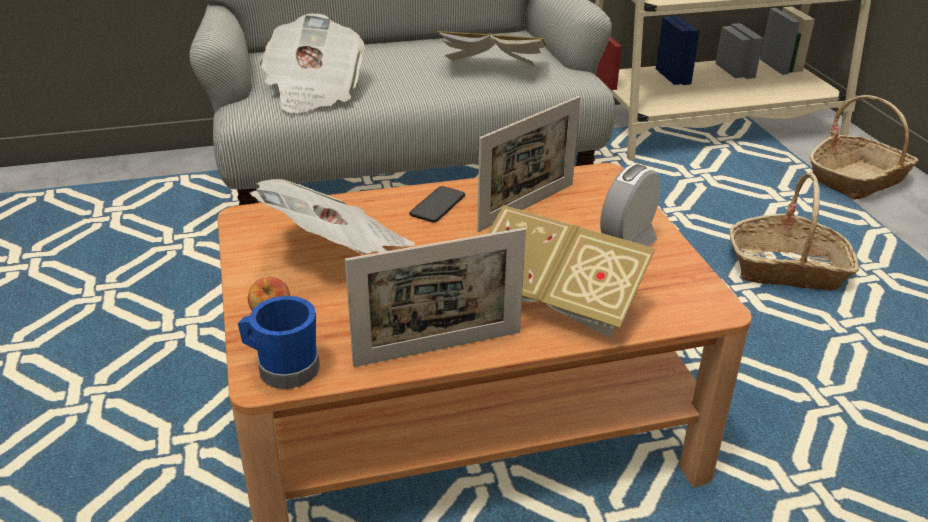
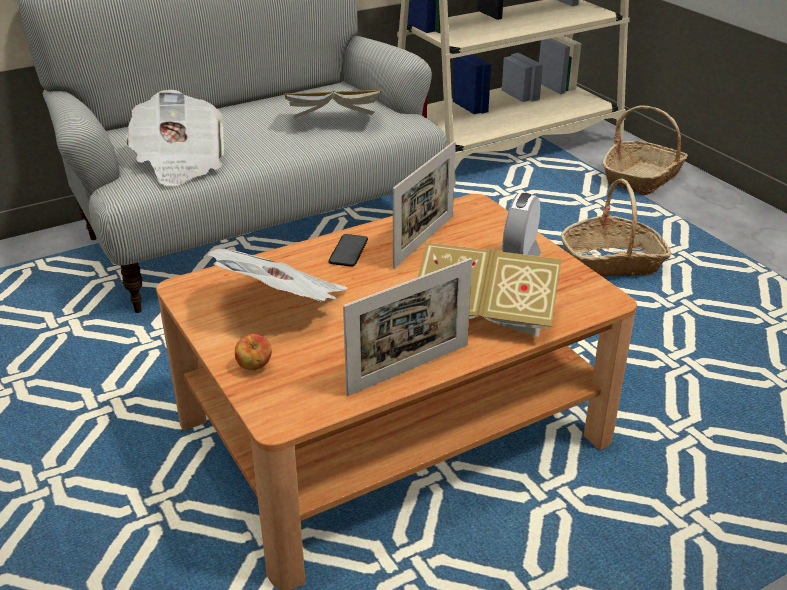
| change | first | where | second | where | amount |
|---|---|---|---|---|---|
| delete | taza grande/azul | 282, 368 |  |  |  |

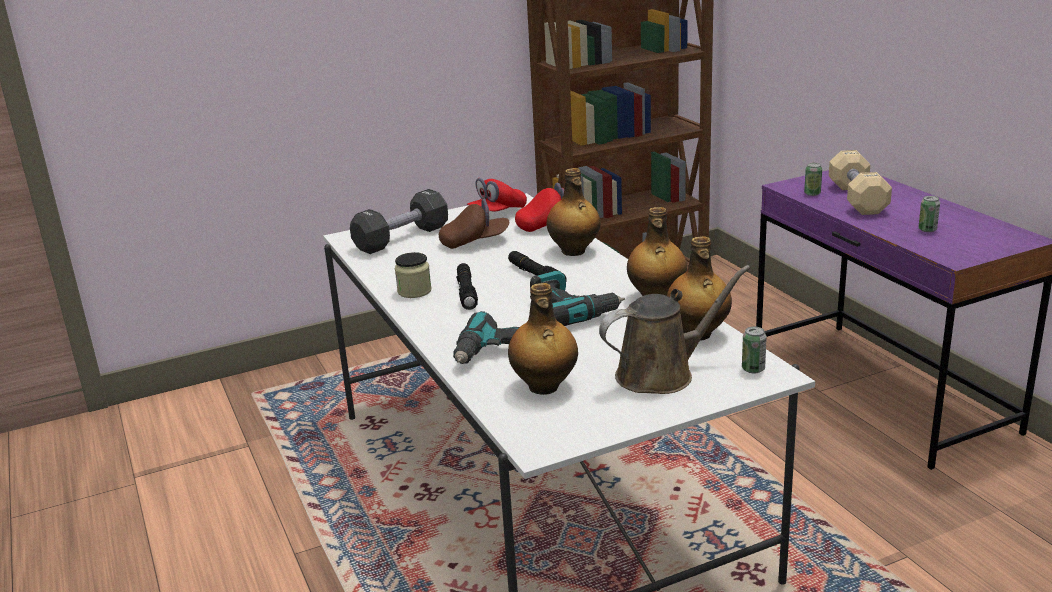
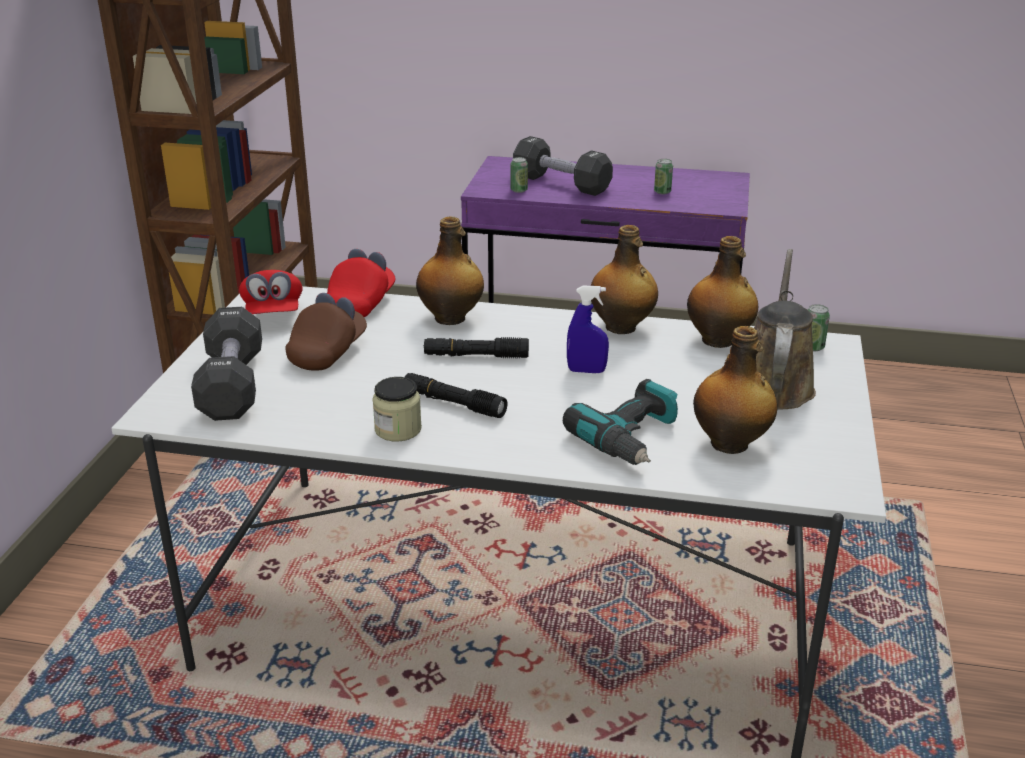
| change | first | where | second | where | amount |
|---|---|---|---|---|---|
| replace | taladro | 571, 310 | pulverizador/azul | 586, 371 |  |
| recolor | mancuerna/beis | 857, 199 | mancuerna/negro | 561, 183 |  |

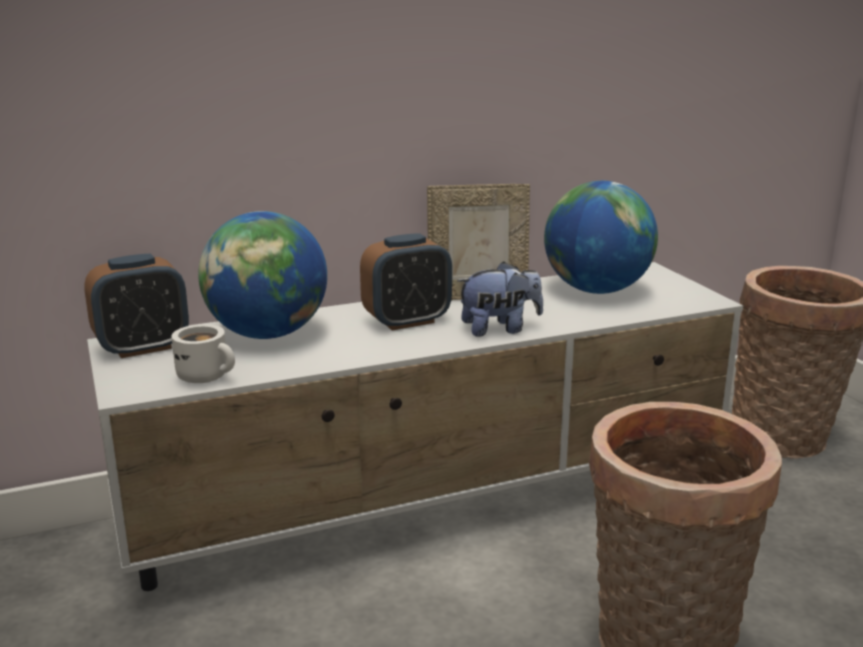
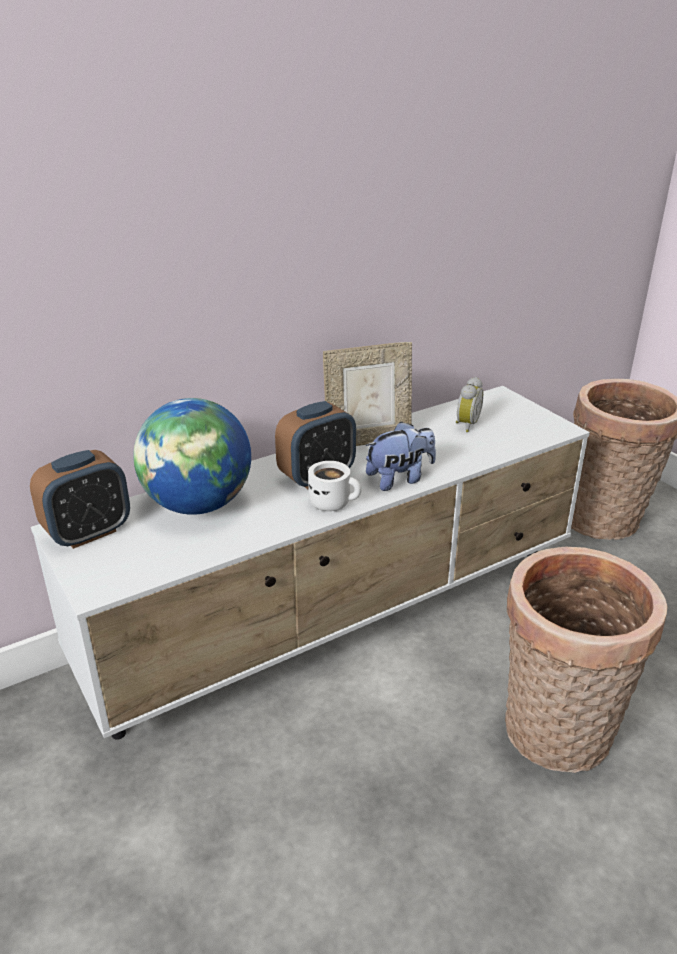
| change | first | where | second | where | amount |
|---|---|---|---|---|---|
| move | taza grande/blanco | 208, 376 |  | 333, 502 |  |
| replace | globo terráqueo | 596, 290 | despertador | 465, 425 |  |

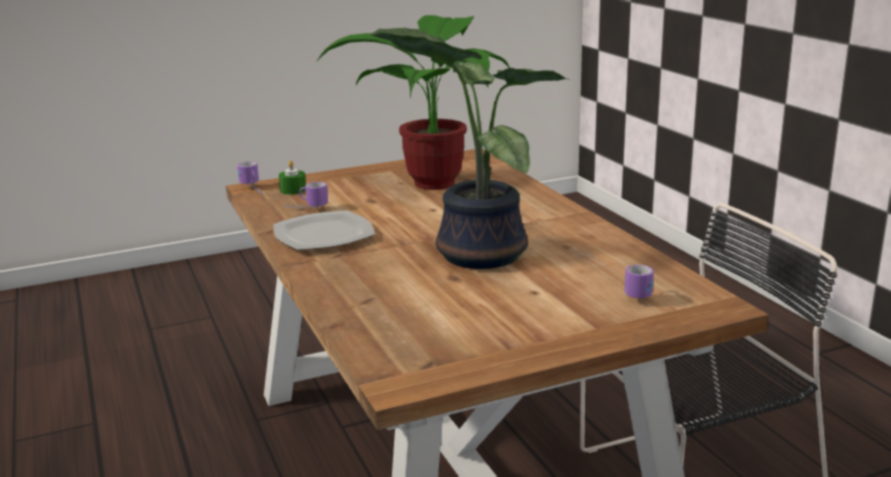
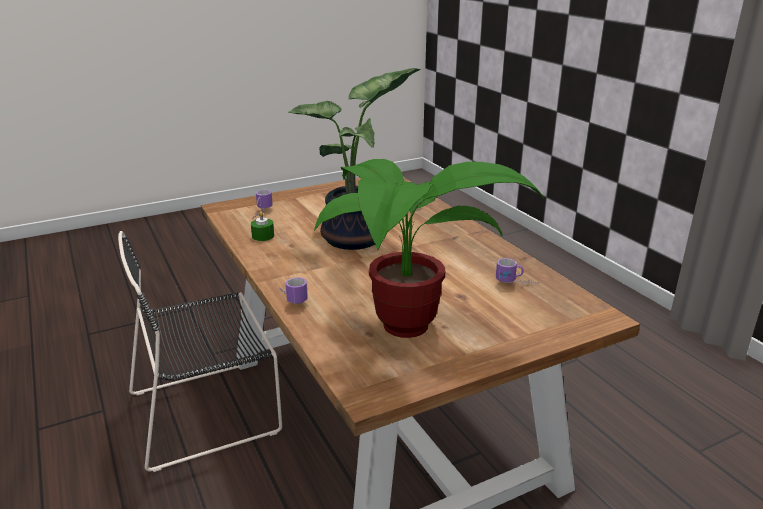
| change | first | where | second | where | amount |
|---|---|---|---|---|---|
| delete | plato | 323, 235 |  |  |  |
| move | taza grande | 254, 190 |  | 291, 299 |  |
| move | vela/verde | 293, 190 |  | 263, 236 |  |

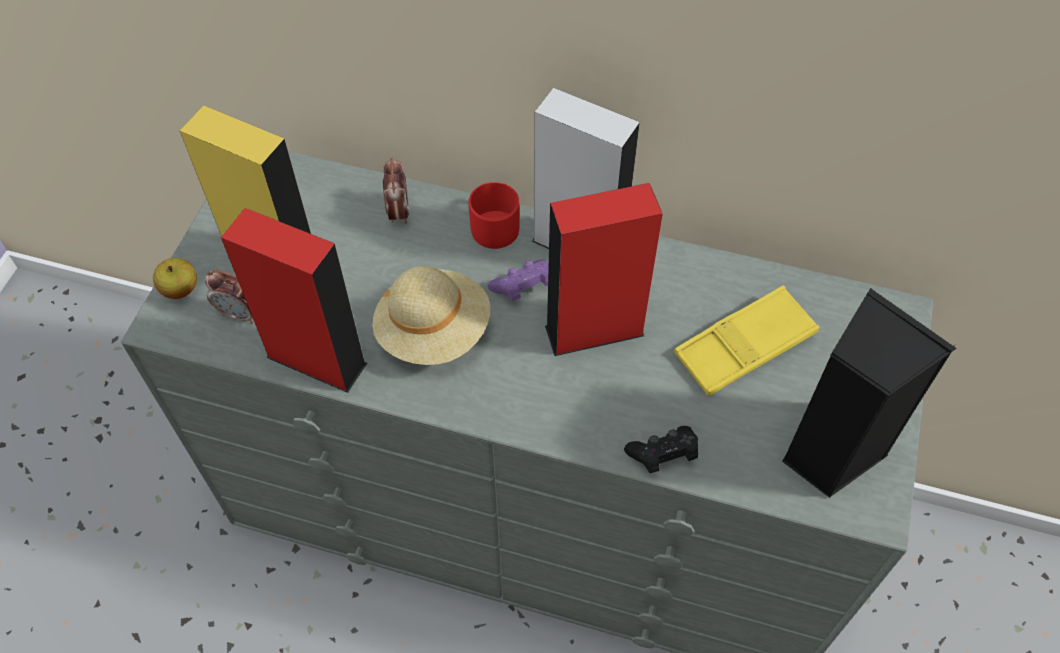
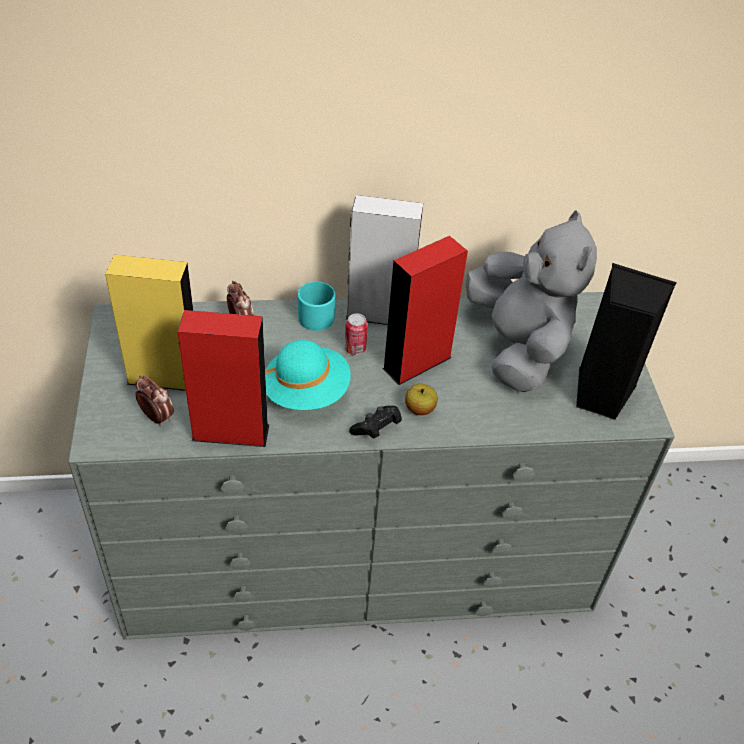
| change | first | where | second | where | amount |
|---|---|---|---|---|---|
| move | manzana | 180, 289 |  | 419, 409 |  |
| move | mando de consola/negro | 662, 455 |  | 376, 429 |  |
| replace | mando de consola/morado | 523, 287 | lata | 355, 349 |  |
| replace | bandeja/amarillo | 744, 346 | peluche/gris | 518, 347 |  |
| recolor | sombrero/beis | 434, 331 | sombrero/turquesa | 307, 392 |  |
| recolor | taza grande/rojo | 493, 224 | taza grande/turquesa | 313, 315 |  |
| rotate | despertador | 241, 313 |  | 157, 417 | 135 degrees counterclockwise |

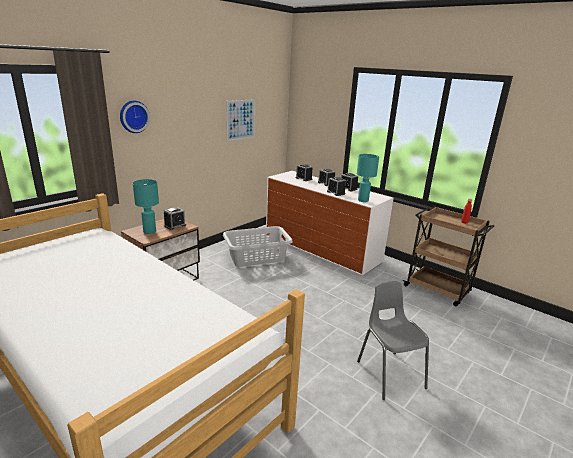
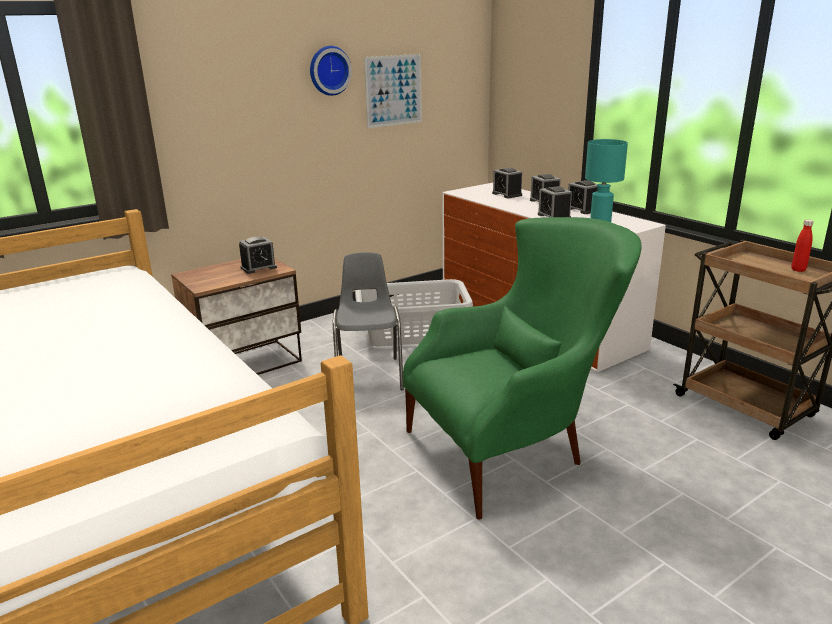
| change | first | where | second | where | amount |
|---|---|---|---|---|---|
| delete | lámpara de mesa/turquesa | 150, 231 |  |  |  |
| insert |  |  | sillón/verde | 516, 447 |  |
| move | reloj de pared | 133, 116 |  | 329, 70 |  |
| move | silla/gris | 389, 373 |  | 369, 374 |  |

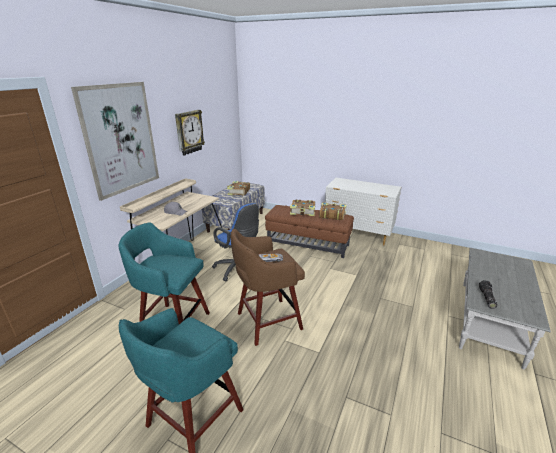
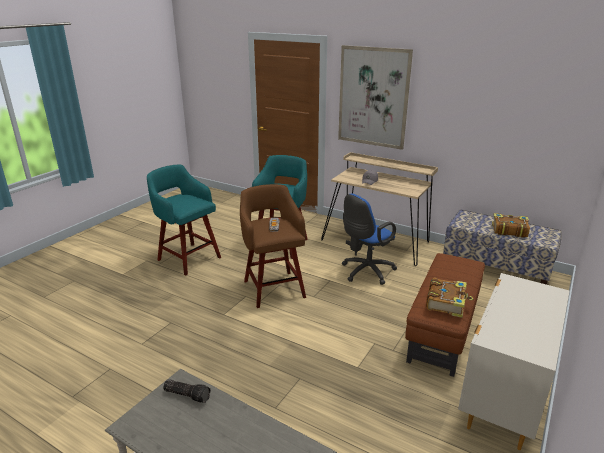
| change | first | where | second | where | amount |
|---|---|---|---|---|---|
| delete | reloj de pared | 189, 132 |  |  |  |
| delete | libro | 303, 212 |  |  |  |

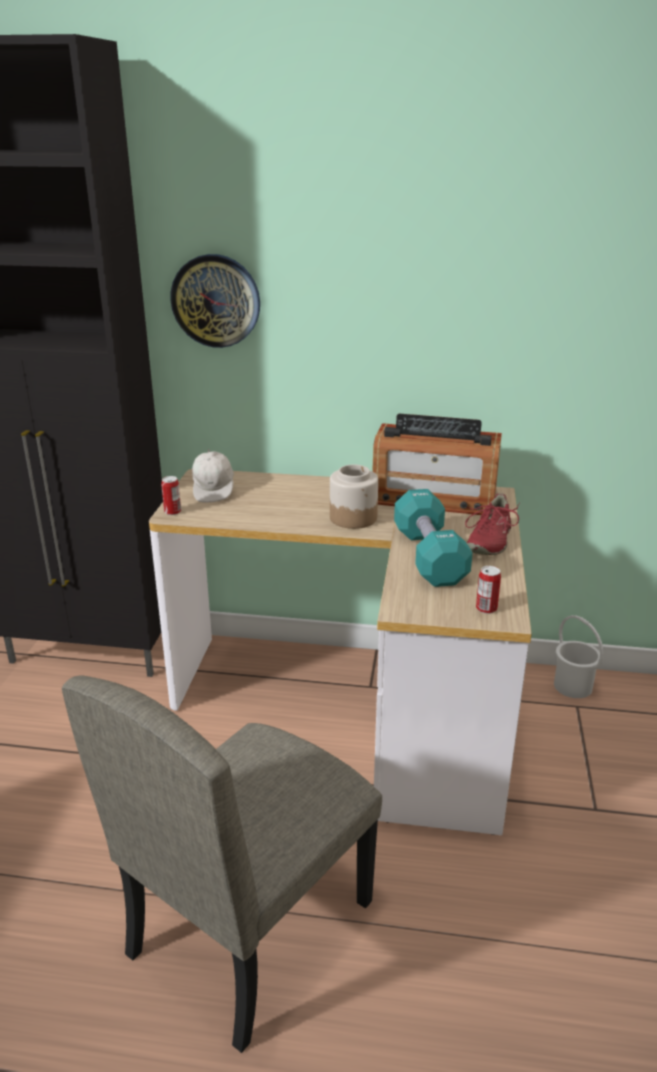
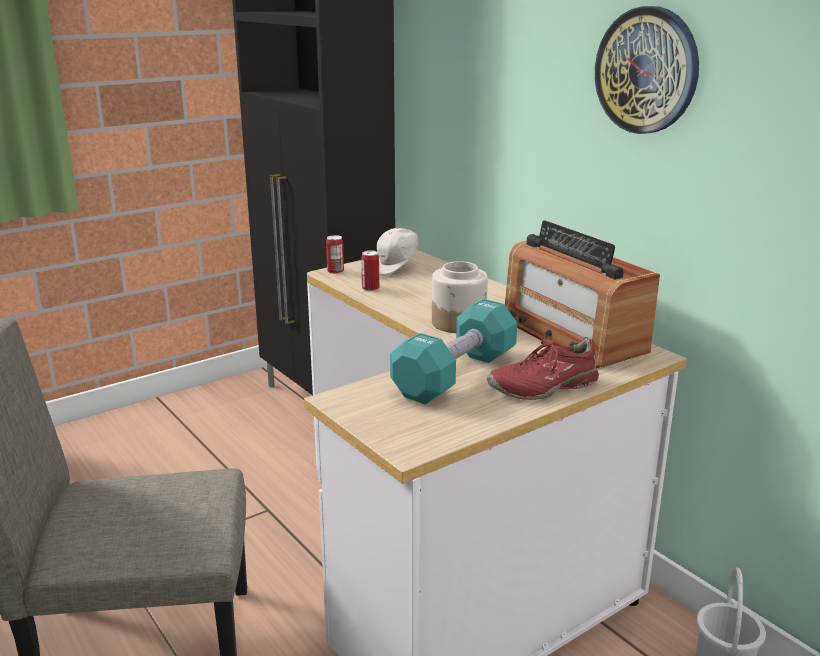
| change | first | where | second | where | amount |
|---|---|---|---|---|---|
| move | reloj de pared | 216, 301 |  | 647, 71 |  |
| move | lata | 486, 608 |  | 370, 288 |  |

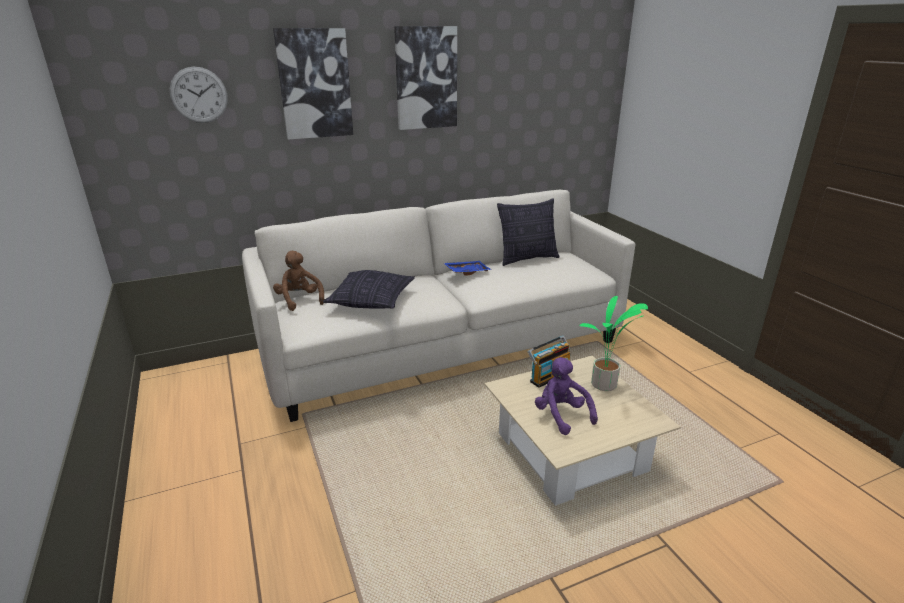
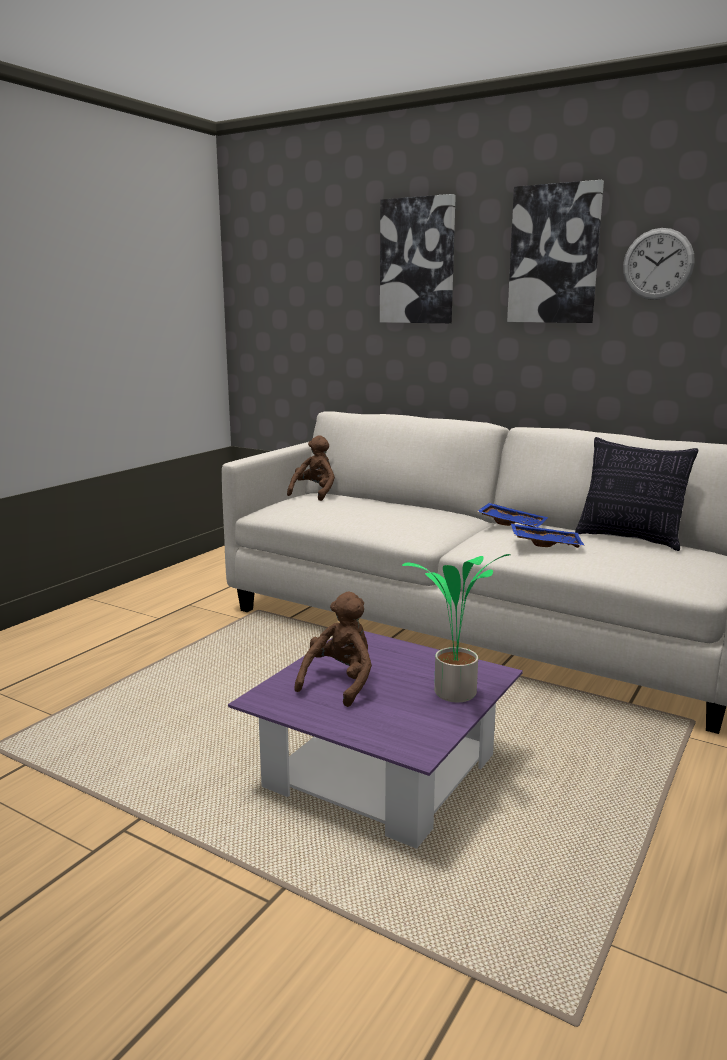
| change | first | where | second | where | amount |
|---|---|---|---|---|---|
| delete | cojín | 371, 301 |  |  |  |
| delete | radio | 548, 376 |  |  |  |
| insert |  |  | bandeja/azul | 545, 543 |  |
| move | reloj de pared | 199, 95 |  | 658, 264 |  |
| recolor | mesa de centro/beis | 571, 452 | mesa de centro/morado | 381, 771 |  |
| recolor | peluche/morado | 561, 415 | peluche/marrón | 340, 682 |  |

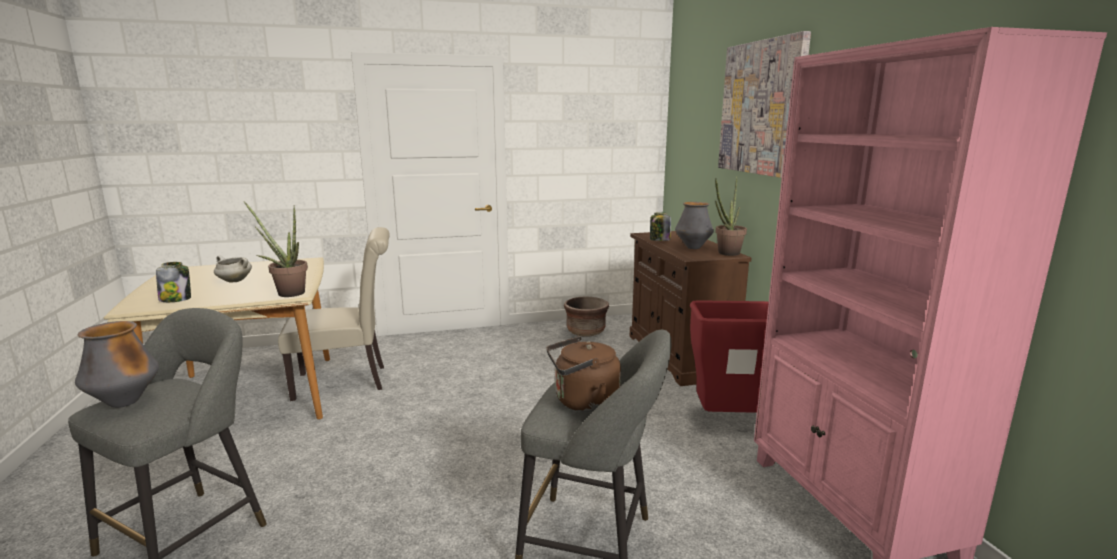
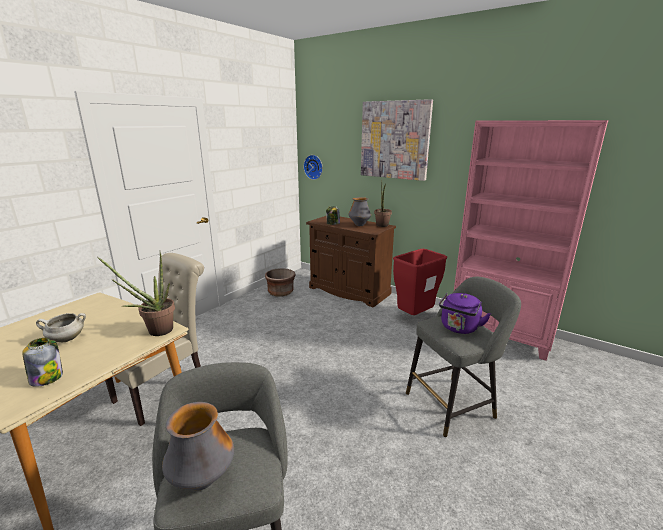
| change | first | where | second | where | amount |
|---|---|---|---|---|---|
| insert |  |  | reloj de pared | 314, 167 |  |
| recolor | hervidor/marrón | 582, 402 | hervidor/morado | 459, 328 |  |

